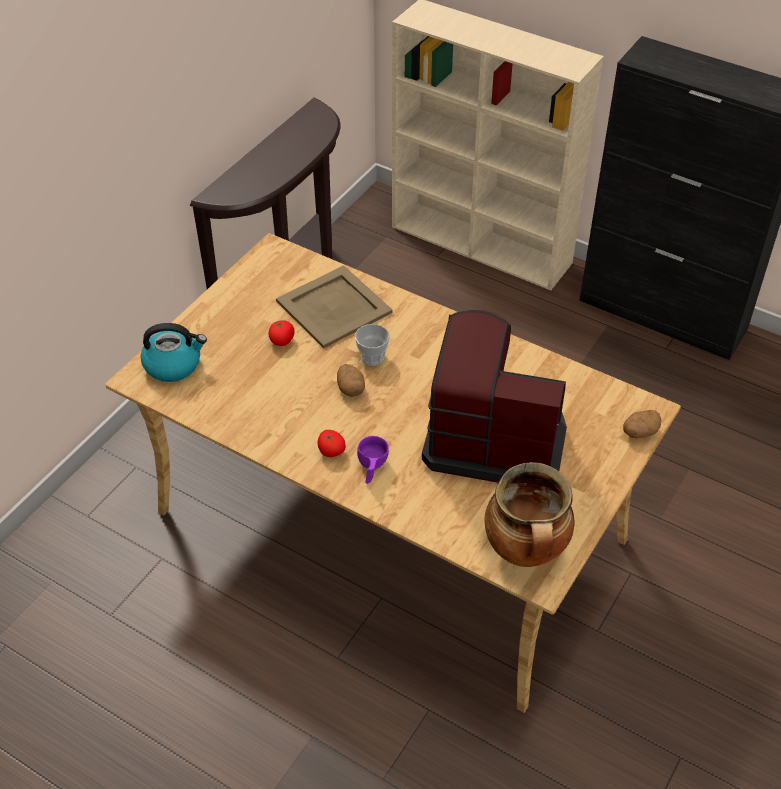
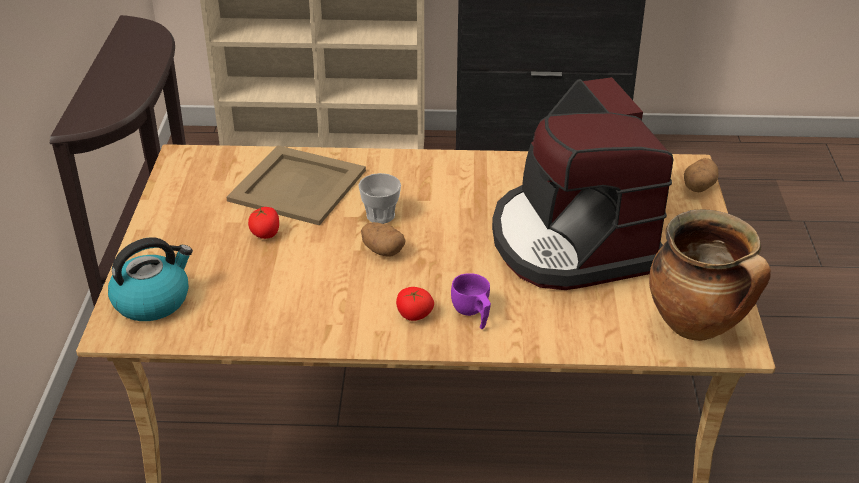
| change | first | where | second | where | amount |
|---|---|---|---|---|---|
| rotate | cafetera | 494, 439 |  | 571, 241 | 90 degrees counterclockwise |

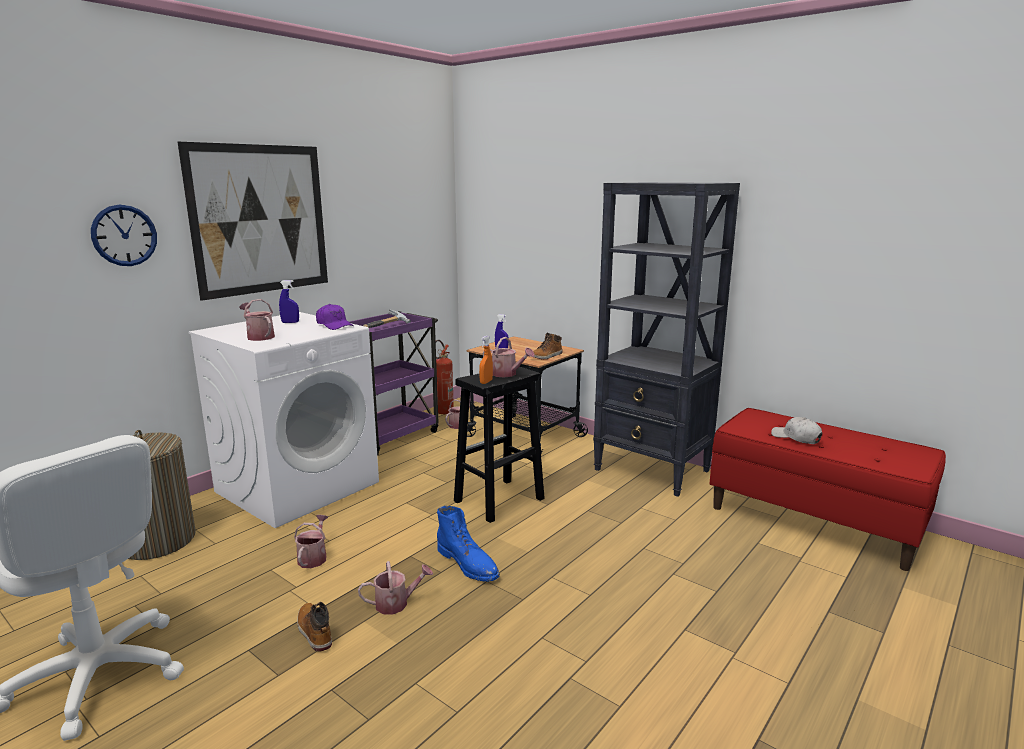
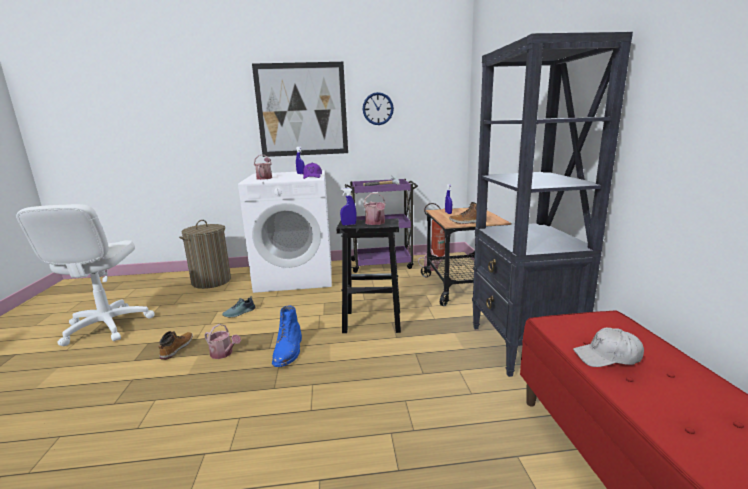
| change | first | where | second | where | amount |
|---|---|---|---|---|---|
| move | reloj de pared | 124, 235 |  | 378, 108 |  |
| replace | regadera | 314, 557 | zapato | 240, 313 |  |
| recolor | pulverizador/naranja | 486, 382 | pulverizador/azul | 349, 224 |  |
| rotate | gorra/blanco | 796, 438 |  | 607, 357 | 90 degrees counterclockwise |

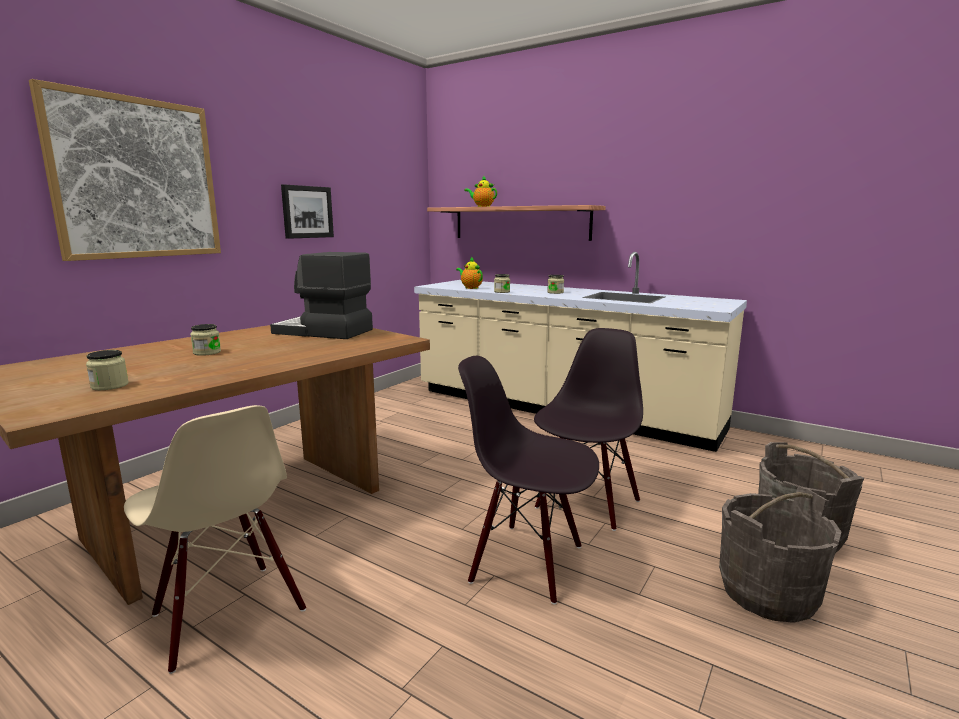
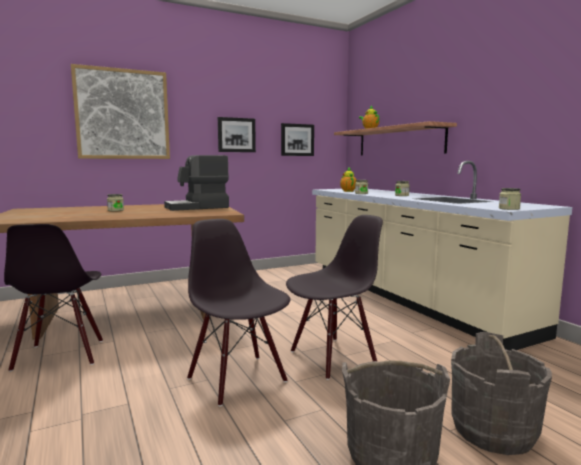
| change | first | where | second | where | amount |
|---|---|---|---|---|---|
| insert |  |  | cuadro | 297, 140 |  |
| move | tarro | 110, 386 |  | 509, 208 |  |
| recolor | silla/beis | 227, 613 | silla/negro | 61, 355 |  |
| rotate | cafetera | 323, 332 |  | 197, 207 | 75 degrees counterclockwise |

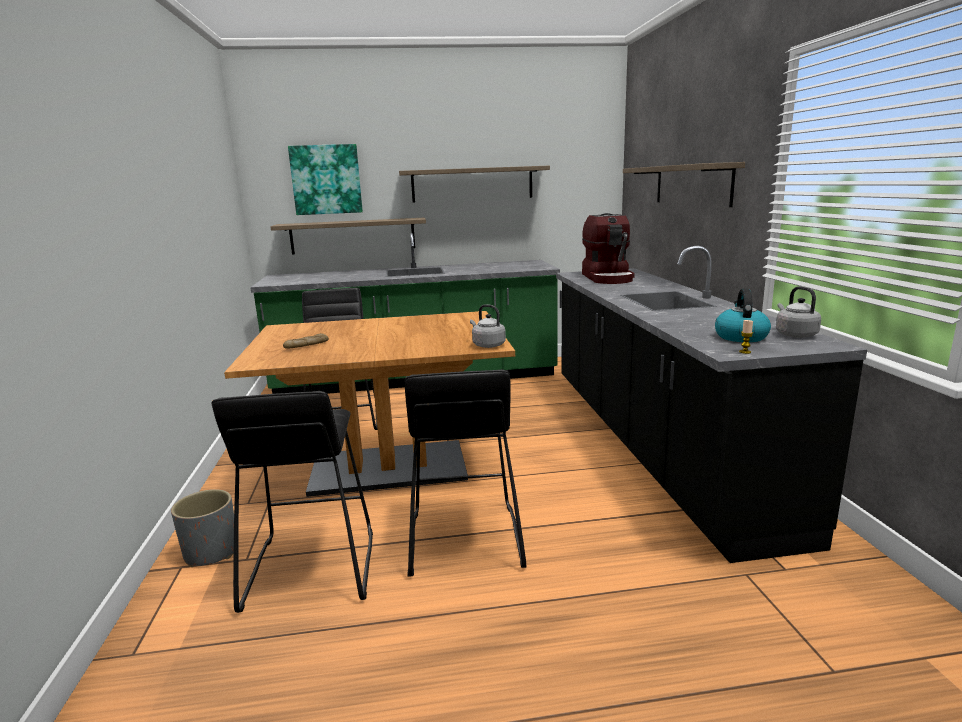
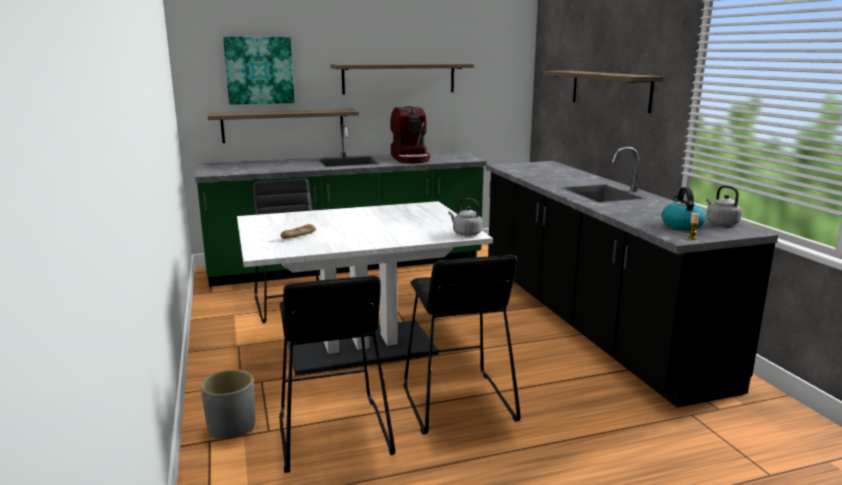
| change | first | where | second | where | amount |
|---|---|---|---|---|---|
| move | cafetera | 608, 278 |  | 411, 158 |  |
| recolor | mesa de comedor/marrón | 388, 468 | mesa de comedor/blanco | 360, 347 |  |

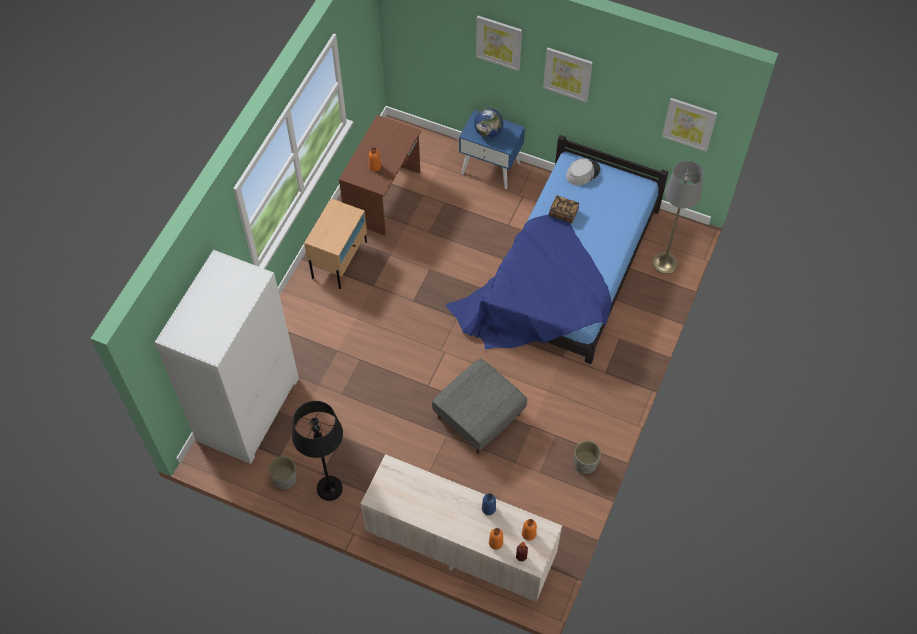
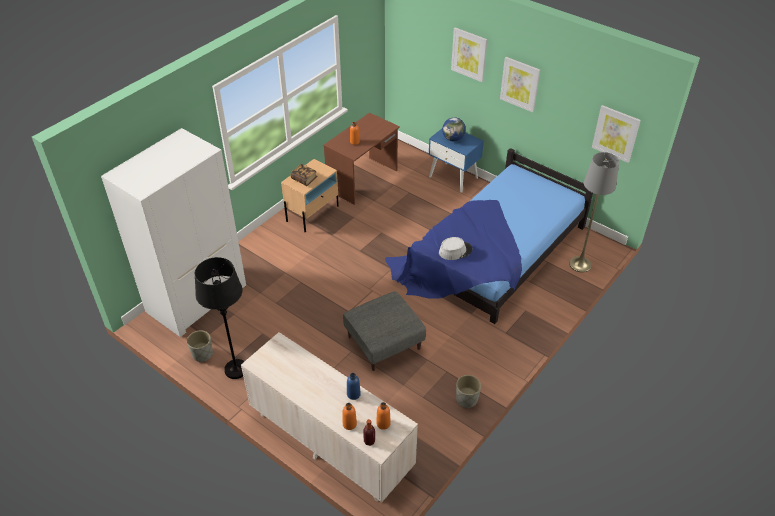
| change | first | where | second | where | amount |
|---|---|---|---|---|---|
| move | libro | 563, 213 |  | 304, 179 |  |
| move | sombrero/gris | 582, 173 |  | 455, 251 |  |

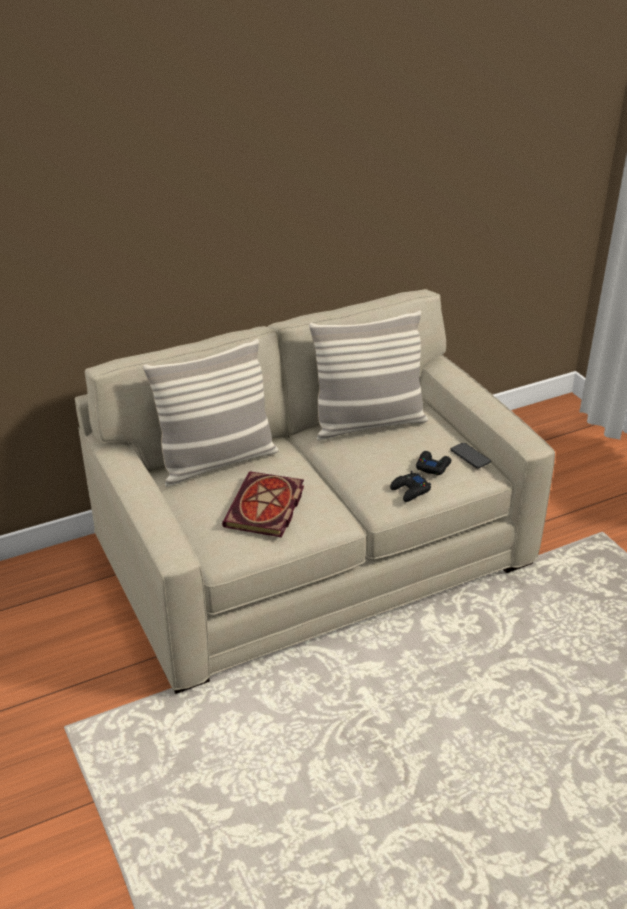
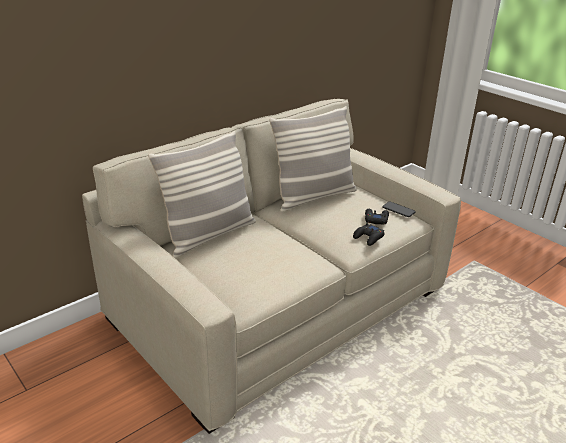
| change | first | where | second | where | amount |
|---|---|---|---|---|---|
| delete | libro | 266, 509 |  |  |  |

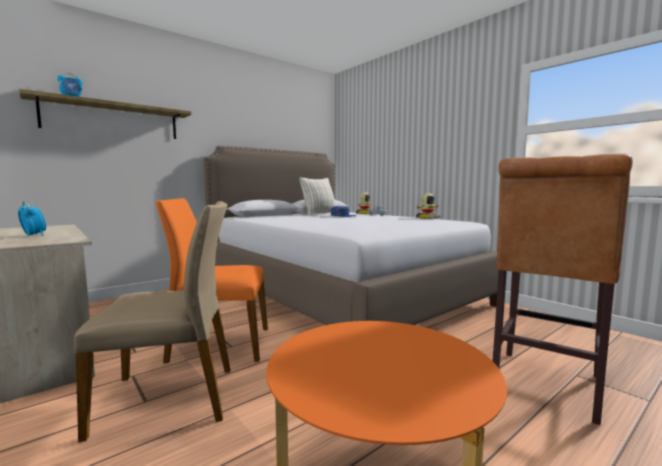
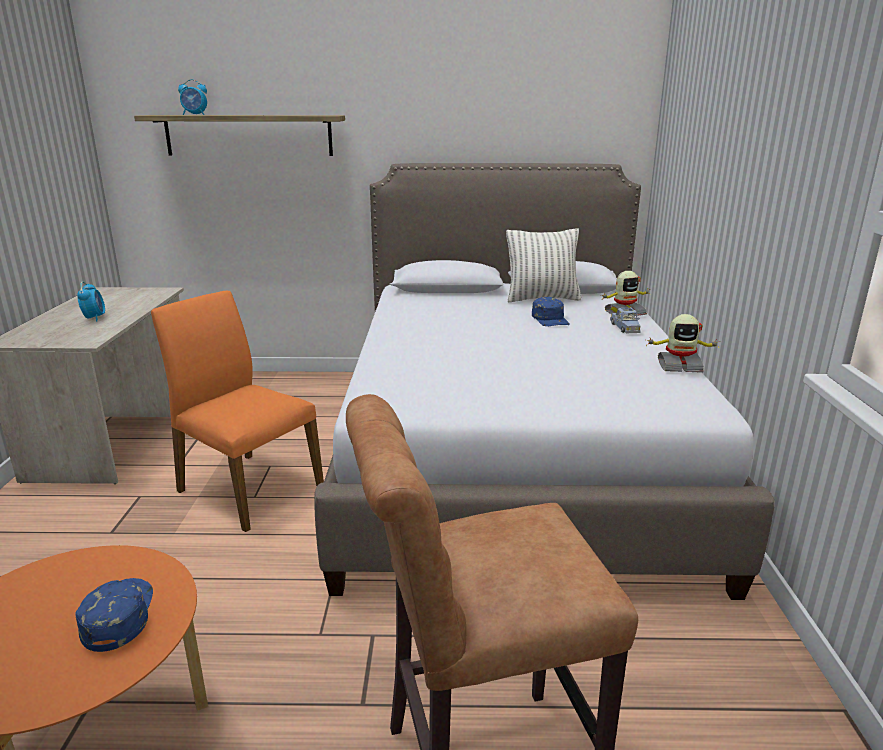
| change | first | where | second | where | amount |
|---|---|---|---|---|---|
| delete | silla/beis | 169, 398 |  |  |  |
| insert |  |  | gorra/azul | 117, 616 |  |

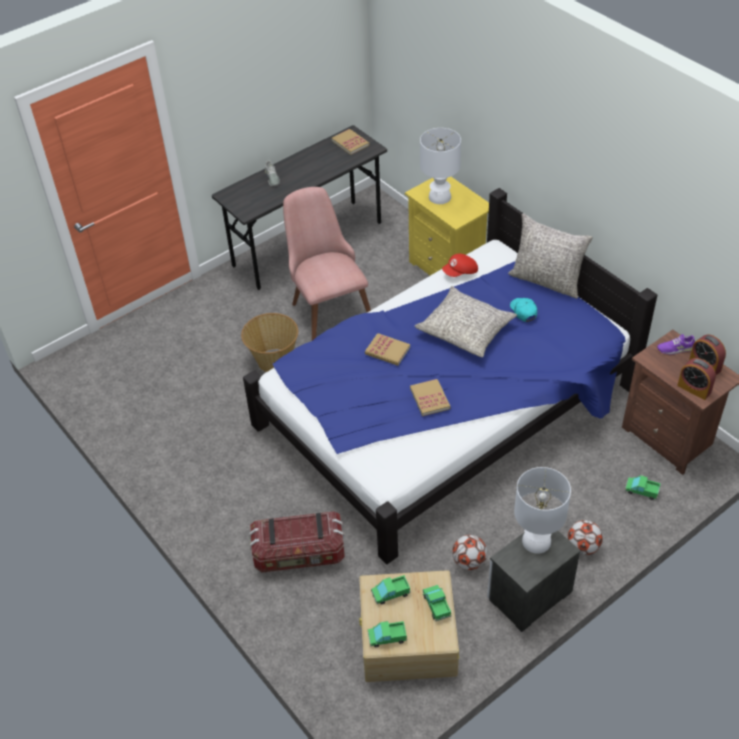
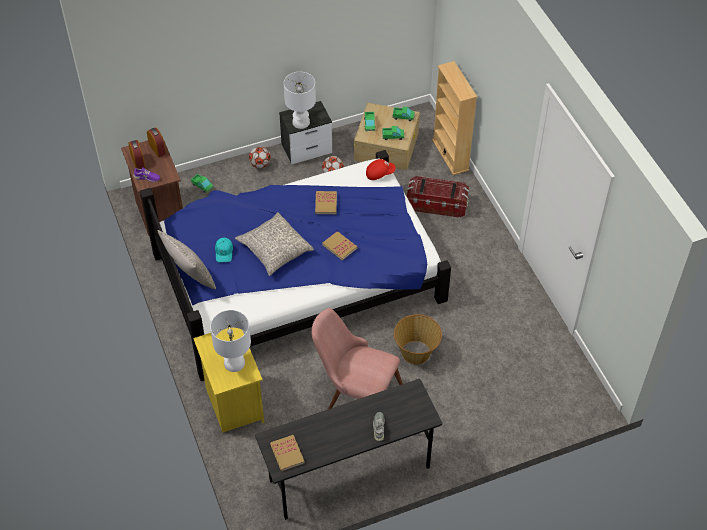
| change | first | where | second | where | amount |
|---|---|---|---|---|---|
| insert |  |  | estantería/beis | 450, 155 |  |
| move | gorra/rojo | 460, 272 |  | 379, 173 |  |
| rotate | silla/rosa | 327, 307 |  | 355, 393 | 120 degrees clockwise |

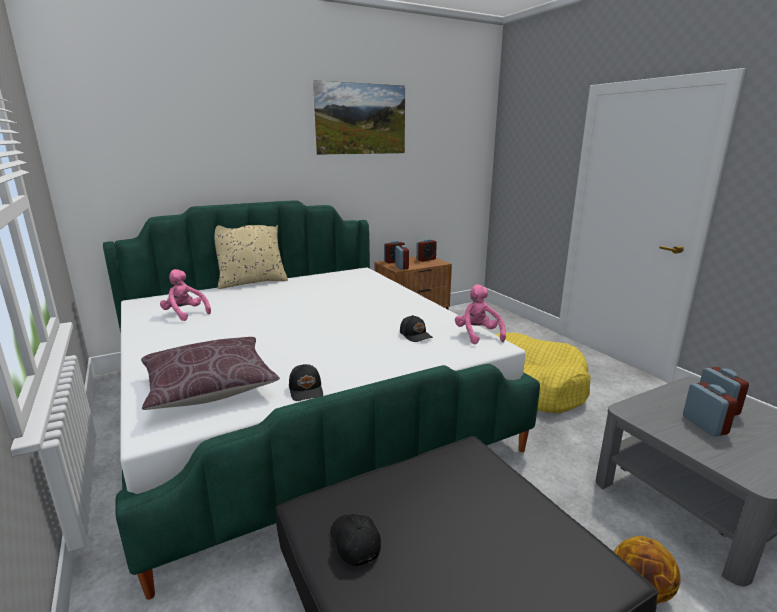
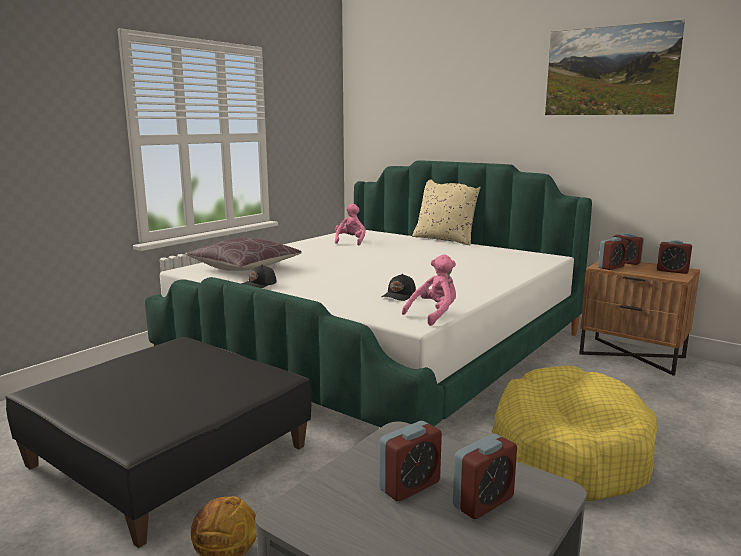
| change | first | where | second | where | amount |
|---|---|---|---|---|---|
| delete | gorra/negro | 354, 542 |  |  |  |

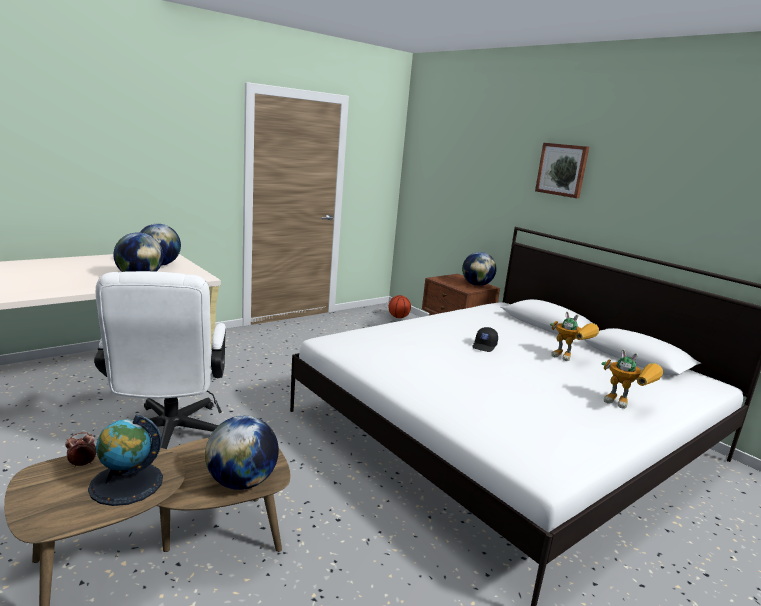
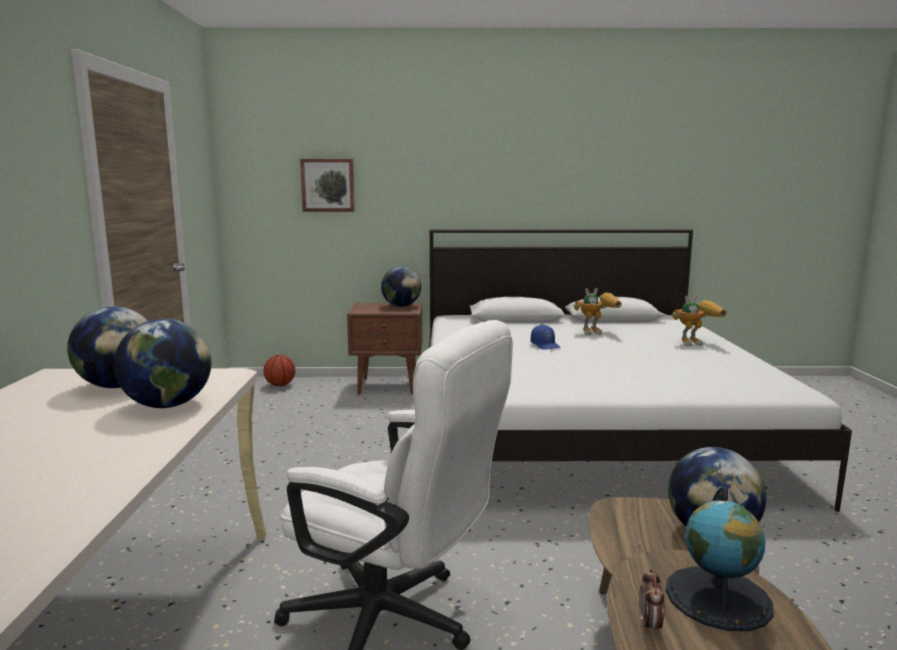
| change | first | where | second | where | amount |
|---|---|---|---|---|---|
| move | cuadro | 562, 170 |  | 328, 185 |  |
| recolor | gorra/negro | 484, 346 | gorra/azul | 546, 345 |  |

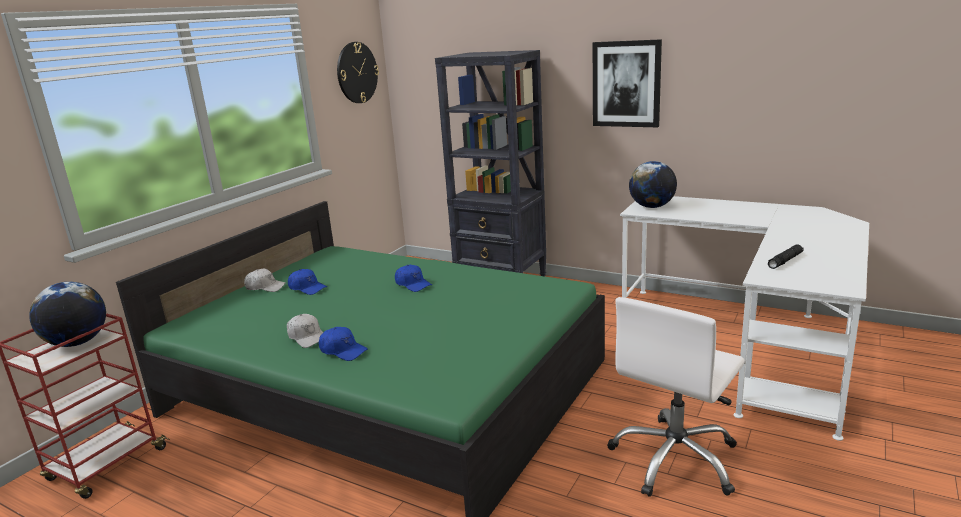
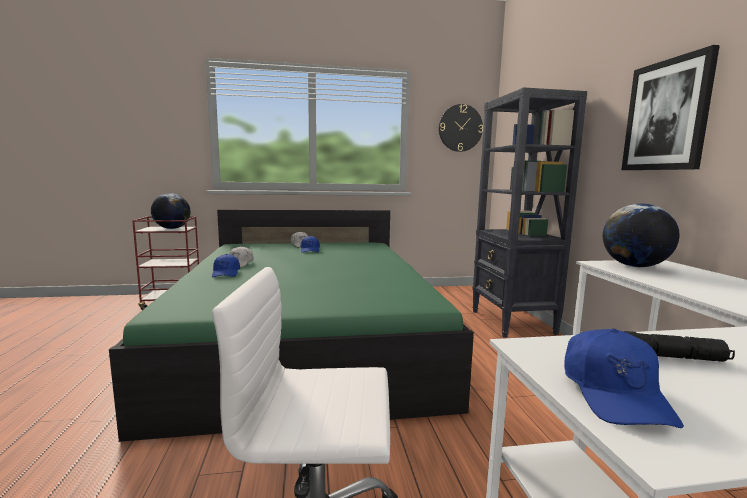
| change | first | where | second | where | amount |
|---|---|---|---|---|---|
| move | gorra/azul | 413, 284 |  | 614, 393 |  |

